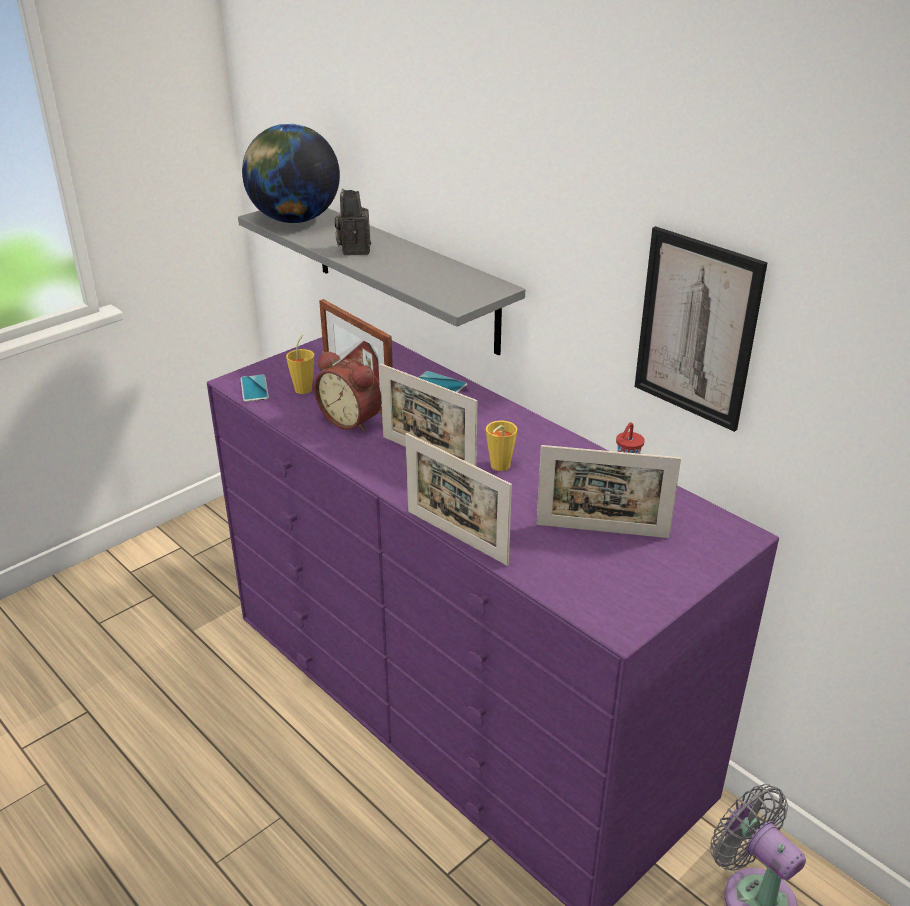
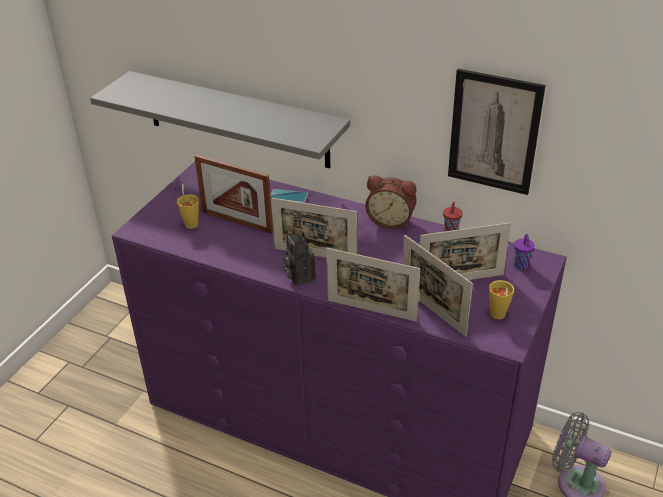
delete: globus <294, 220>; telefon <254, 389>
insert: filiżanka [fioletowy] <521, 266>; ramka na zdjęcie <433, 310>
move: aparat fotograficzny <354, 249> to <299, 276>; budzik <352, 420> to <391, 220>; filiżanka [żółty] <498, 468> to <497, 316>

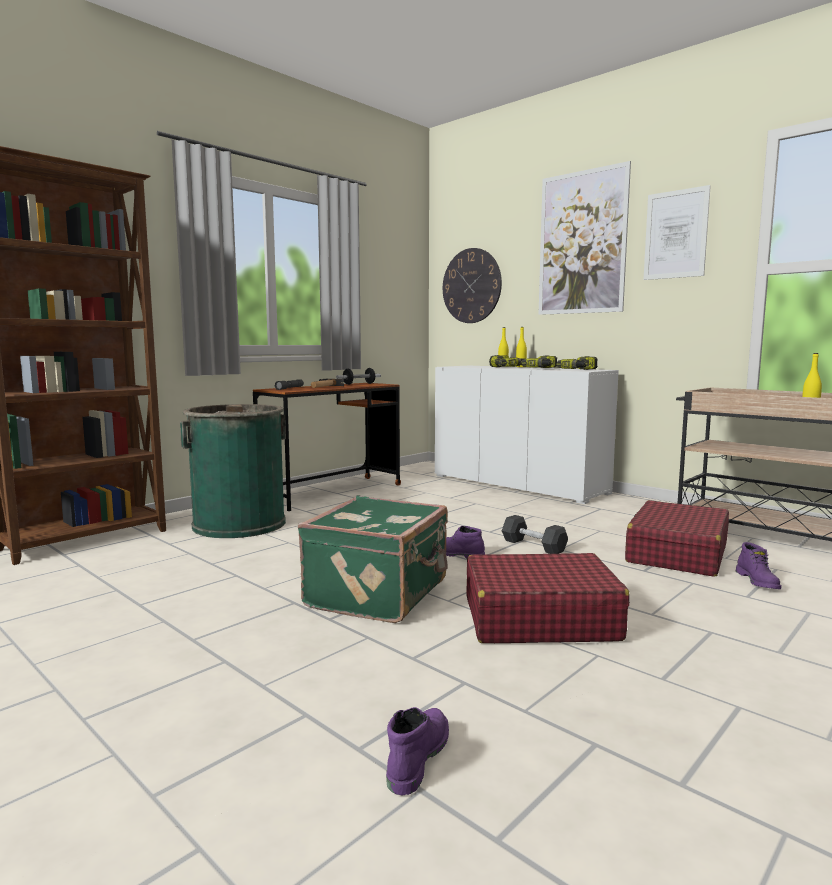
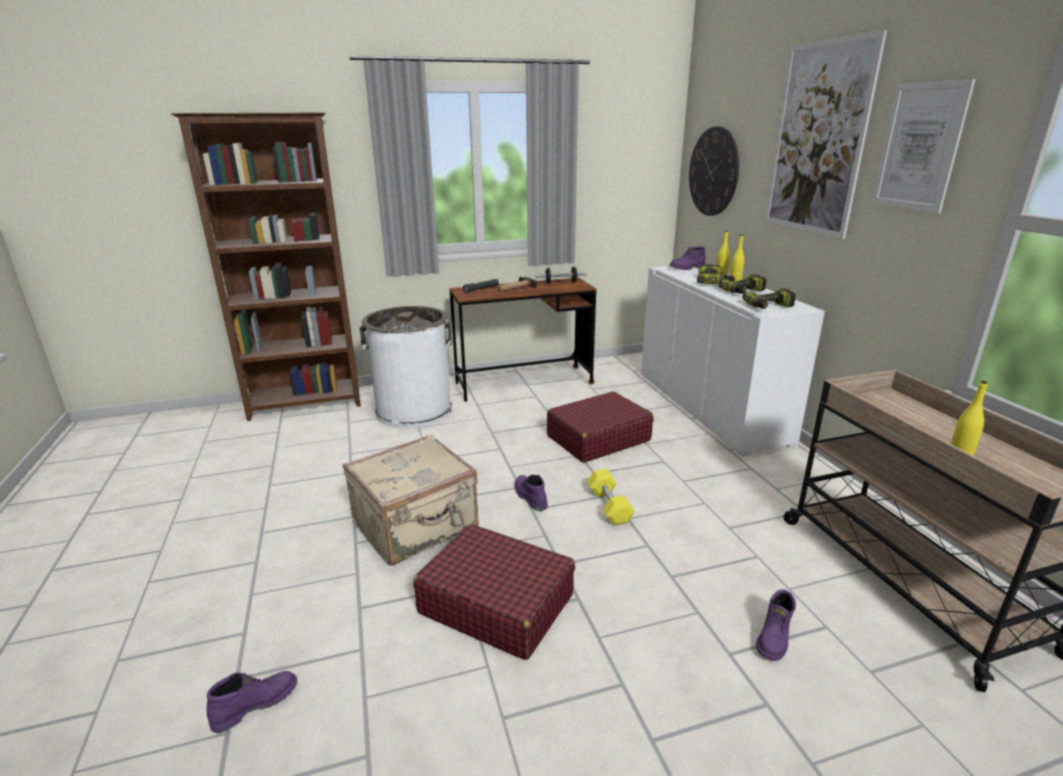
insert: but z cholewką [fioletowy] <687, 268>
move: walizka [czerwony] <676, 554> to <598, 438>
recolor: kosz na śmieci [zielony] <239, 524> to kosz na śmieci [biały] <413, 410>; walizka [zielony] <380, 594> to walizka [beżowy] <417, 527>; hantel [szary] <533, 546> to hantel [żółty] <609, 506>

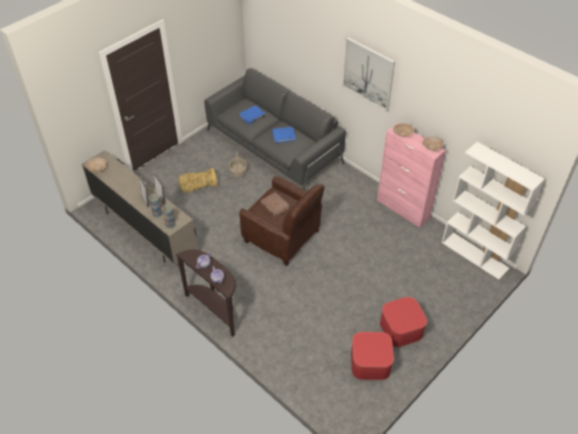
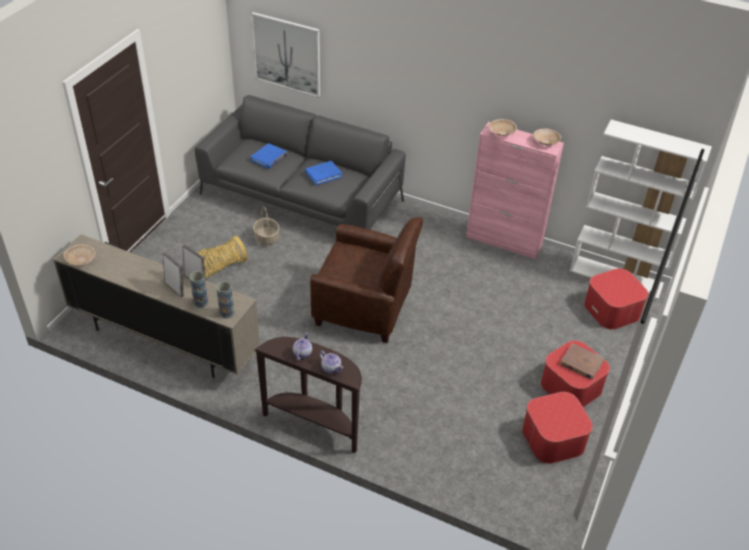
insert: pufa <612, 310>
move: obraz <368, 74> to <287, 54>; książka [brązowy] <274, 205> to <581, 363>

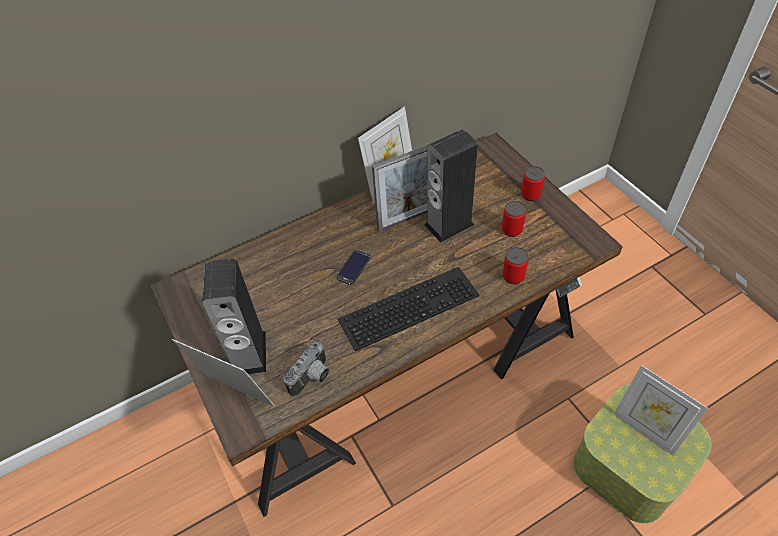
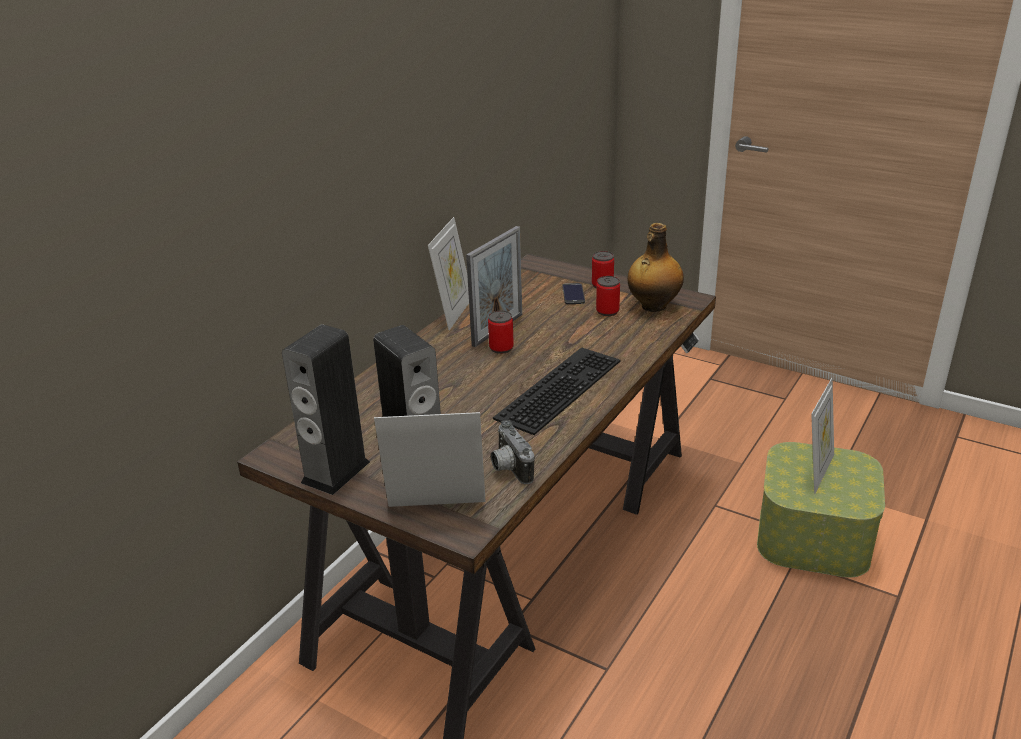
insert: butelka <653, 306>
move: głośnik <449, 225> to <336, 472>; puszka <513, 276> to <501, 348>; telefon <353, 267> to <573, 294>
rotate: aparat fotograficzny <313, 379> = <508, 468> 150 degrees clockwise; ramka na zdjęcie <646, 429> = <817, 471> 75 degrees counterclockwise

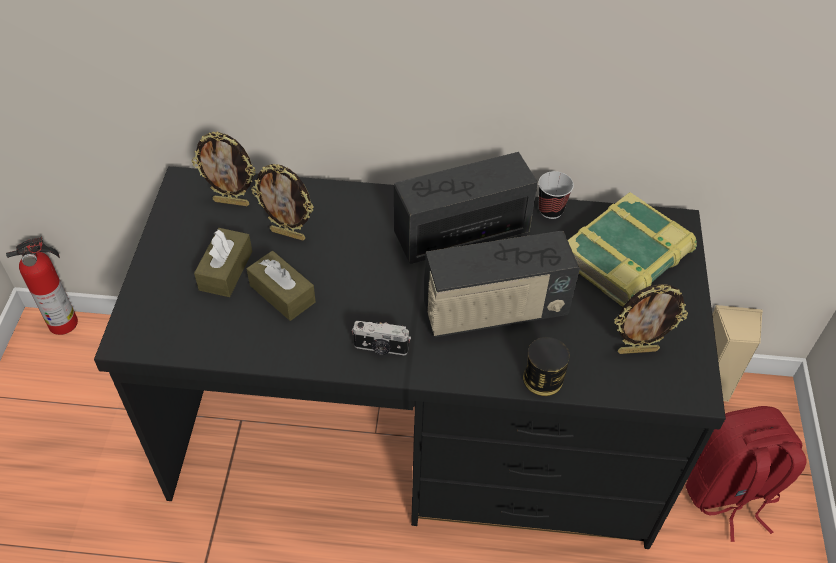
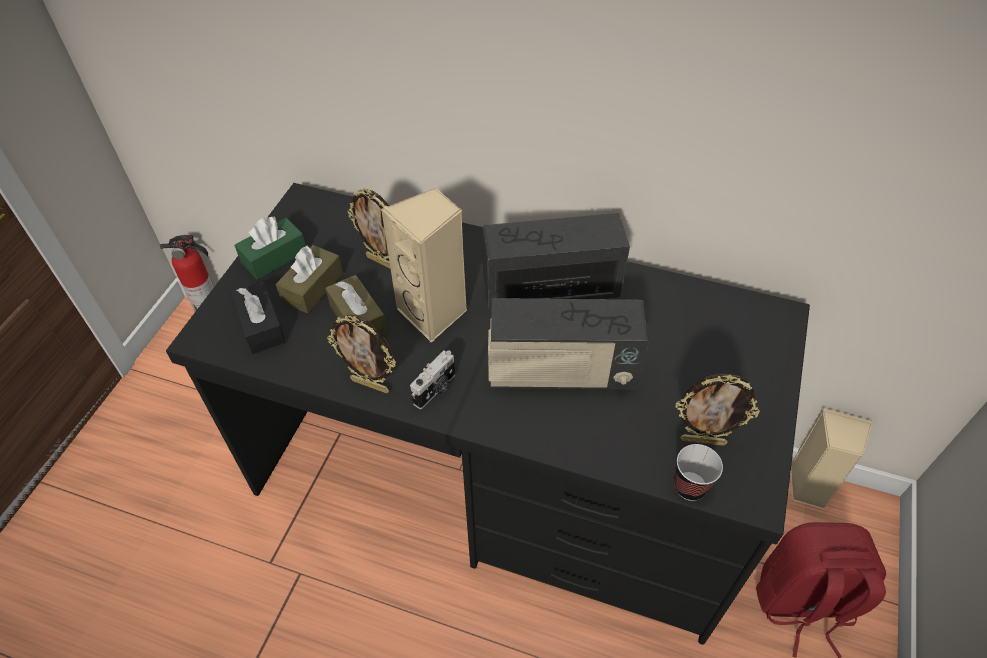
delete: książka <627, 257>; puszka <543, 379>
insert: głośnik [beżowy] <434, 313>; pudełko chusteczek [zielony] <274, 257>; pudełko chusteczek [czarny] <261, 326>
move: ramka na zdjęcie <232, 202> to <371, 385>; filiżanka <550, 210> to <690, 487>
rotate: aparat fotograficzny <381, 348> = <436, 389> 75 degrees counterclockwise

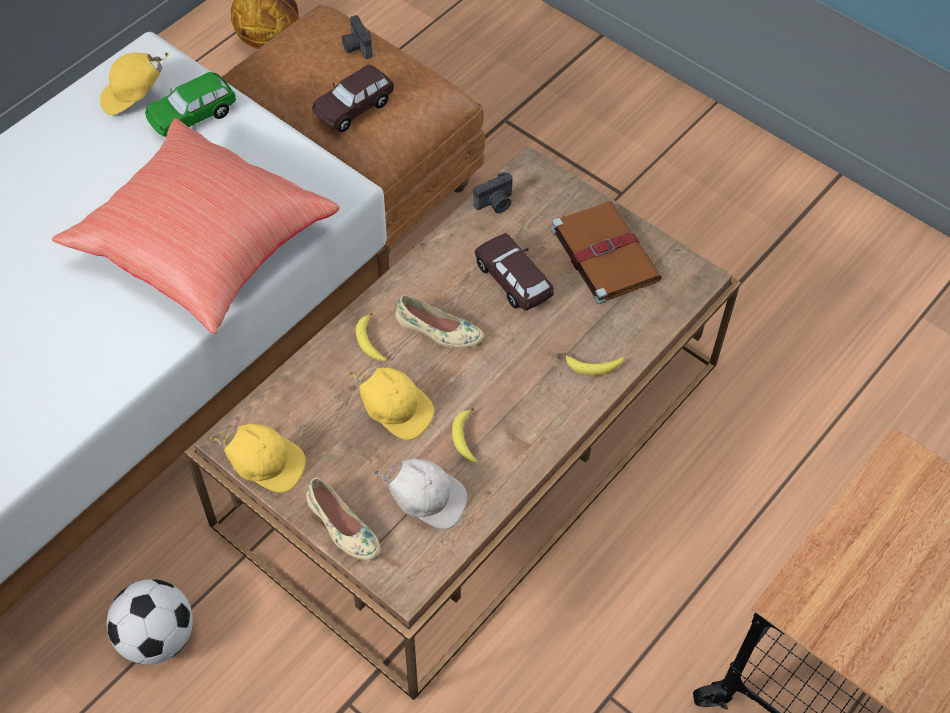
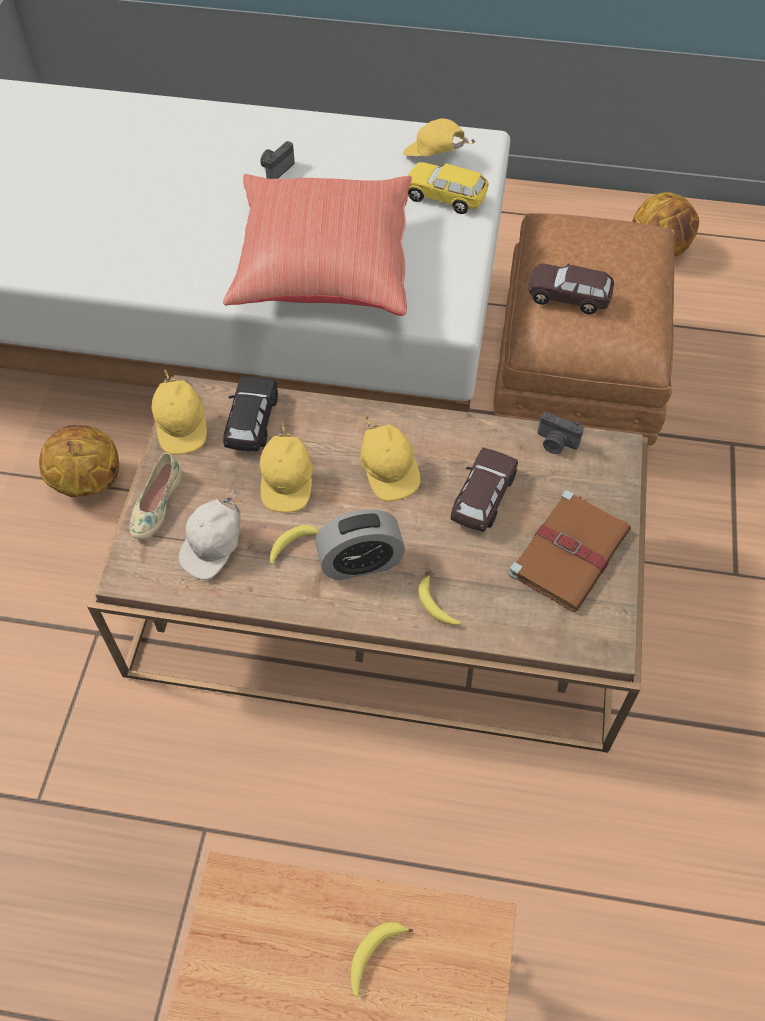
insert: samochodzik [czarny] <252, 422>; budzik <360, 562>
move: aparat fotograficzny <356, 47> to <276, 169>; banan <370, 342> to <374, 955>
replace: but [beżowy] <438, 330> to czapka z daszkiem [żółty] <389, 471>; piłka futbolowa <157, 637> to piłka do koszykówki <87, 483>
recolor: samochodzik [zielony] <193, 116> to samochodzik [żółty] <445, 197>
rotate: czapka z daszkiem [biały] <426, 500> = <215, 548> 45 degrees clockwise

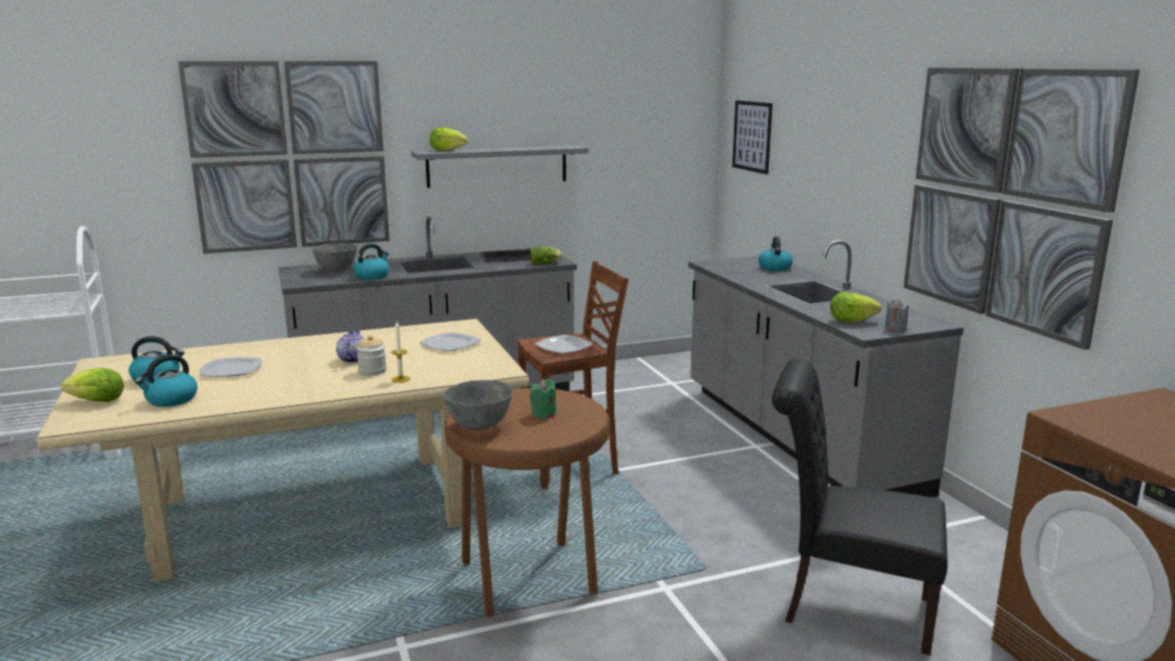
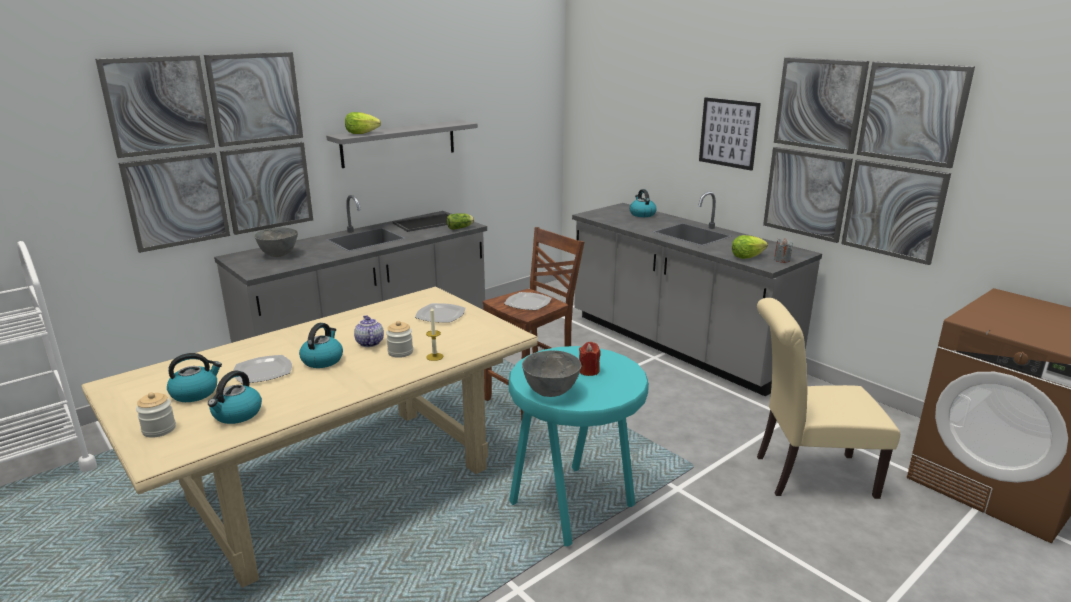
move: obraz <752, 136> to <728, 133>; czajnik <372, 276> to <322, 360>
replace: sałata <97, 401> to słoik <159, 429>
recolor: krzesło [czarny] <847, 608> to krzesło [beżowy] <807, 475>; świeca [zielony] <543, 414> to świeca [czerwony] <589, 371>; stołek [brązowy] <531, 579> to stołek [turkusowy] <574, 505>

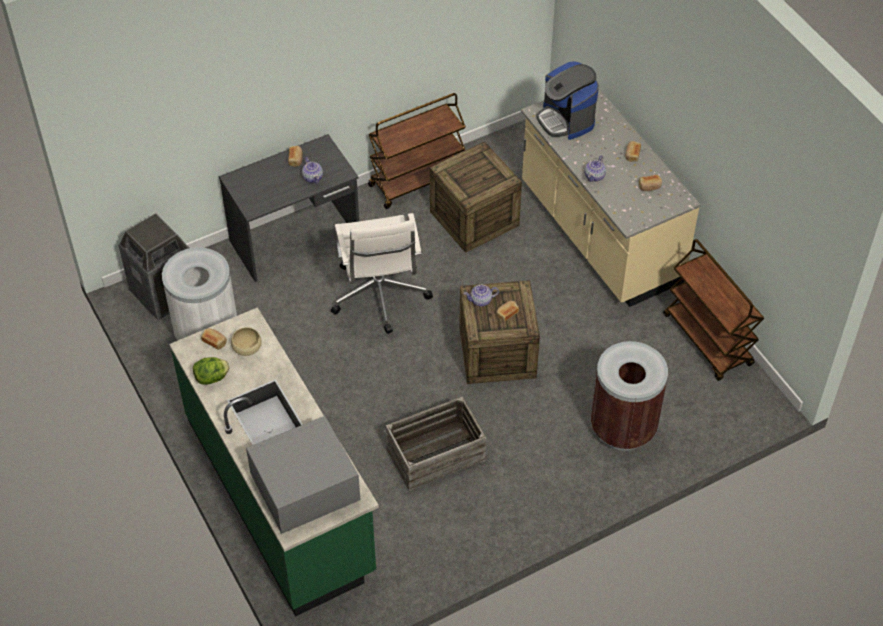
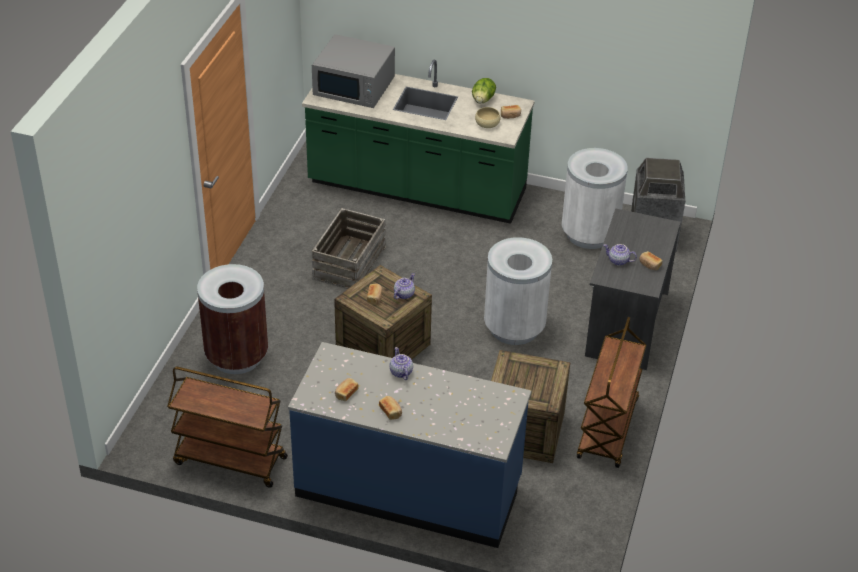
delete: ekspres do kawy <566, 120>
replace: krzesło biurowe [biały] <379, 296> to kosz na śmieci [biały] <514, 327>
recolor: zabudowa kuchenna [beżowy] <599, 235> to zabudowa kuchenna [niebieski] <409, 488>
rotate: mikrofalówka [szary] <304, 488> = <354, 87> 90 degrees clockwise

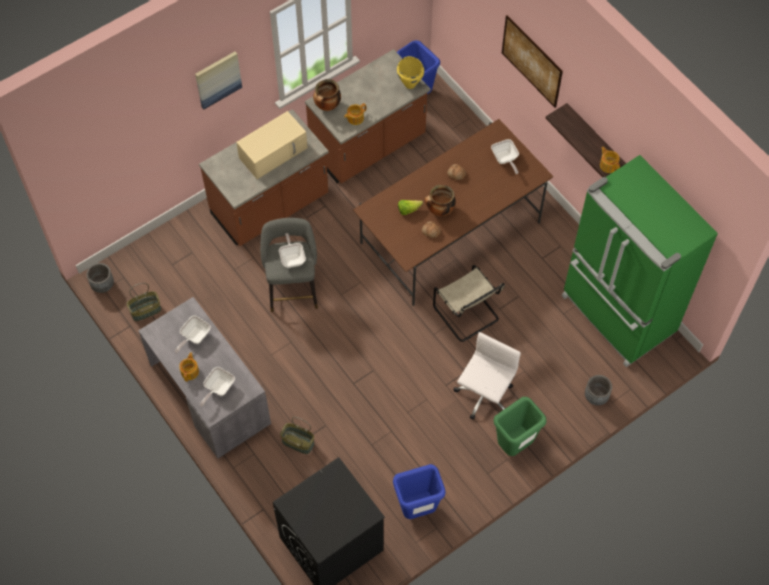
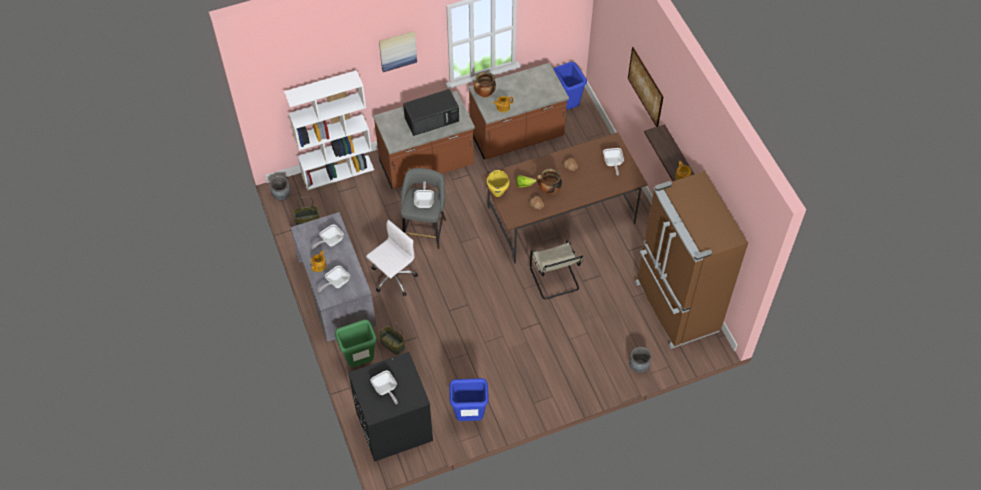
insert: regał [biały] <338, 172>; patelnia <385, 389>
move: garnek [żółty] <410, 84> to <498, 193>; krzesło biurowe [biały] <483, 397> to <393, 278>; kosz na śmieci [zielony] <514, 445> to <360, 361>
recolor: mikrofalówka [beżowy] <274, 152> to mikrofalówka [czarny] <432, 119>; lodówka [zielony] <616, 315> to lodówka [brązowy] <675, 308>

